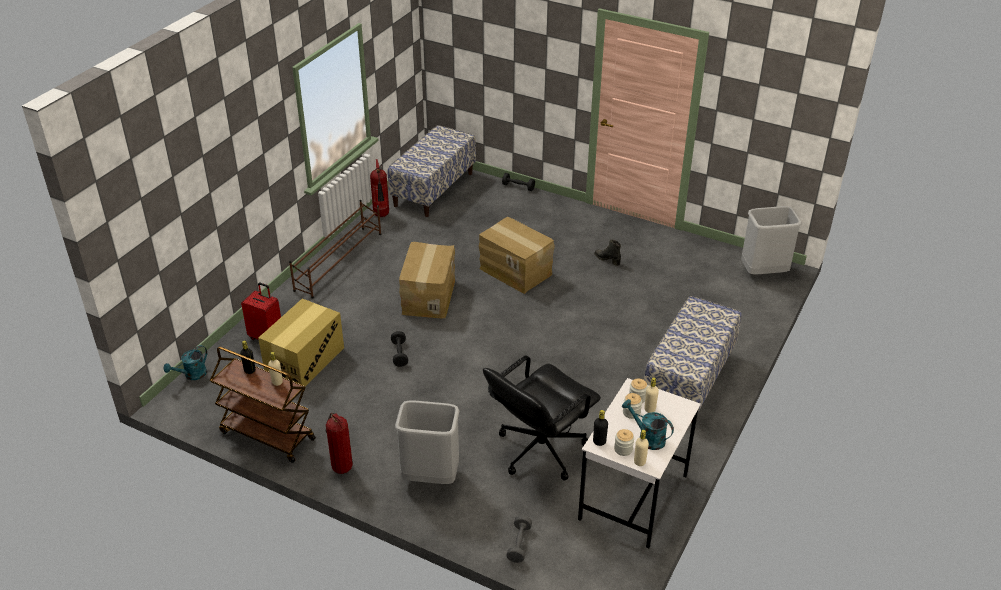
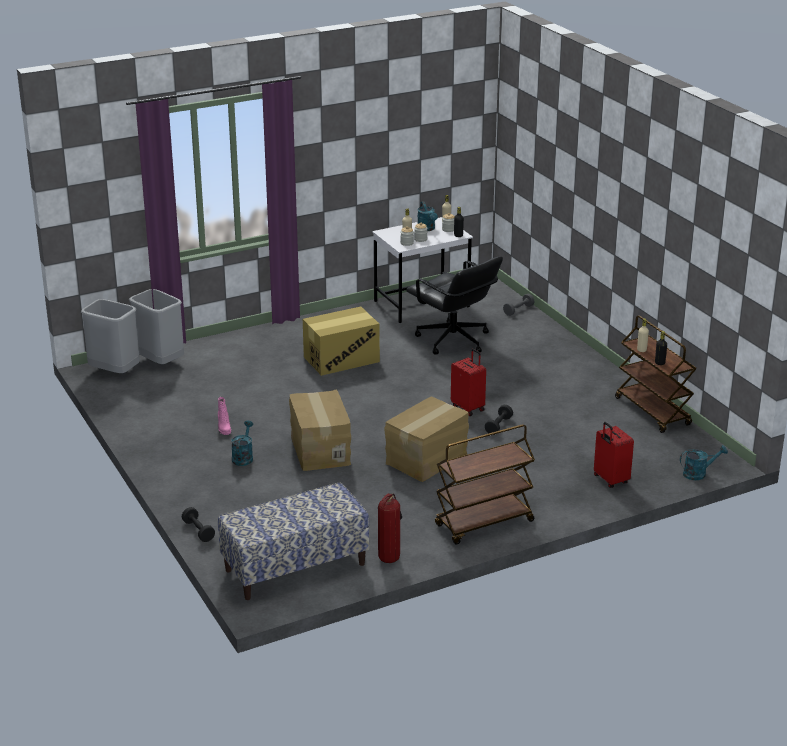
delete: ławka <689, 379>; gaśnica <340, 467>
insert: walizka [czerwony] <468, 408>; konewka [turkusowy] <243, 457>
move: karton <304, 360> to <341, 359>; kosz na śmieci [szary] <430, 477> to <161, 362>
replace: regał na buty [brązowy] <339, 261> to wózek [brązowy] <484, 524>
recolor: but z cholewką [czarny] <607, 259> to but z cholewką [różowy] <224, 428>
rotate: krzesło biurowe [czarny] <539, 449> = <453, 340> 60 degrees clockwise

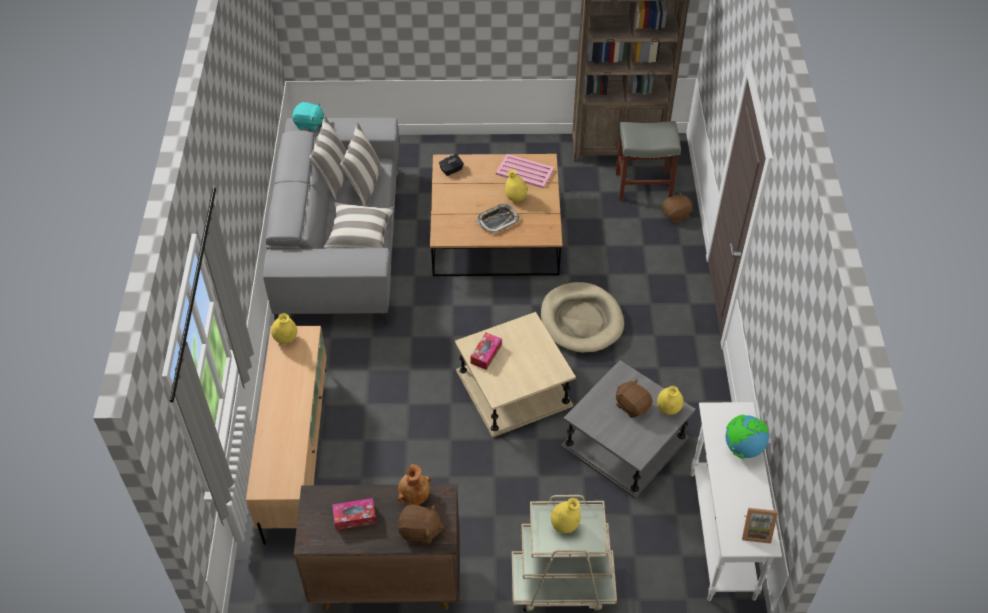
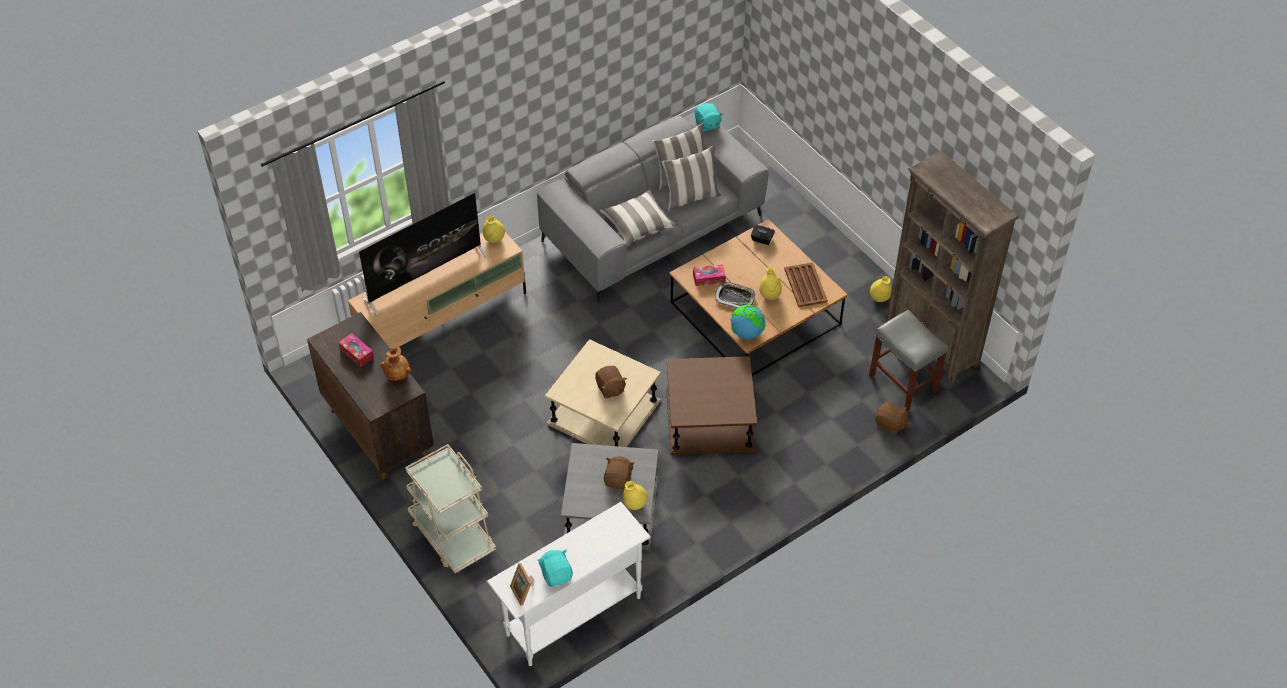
insert: telewizor <425, 277>; pluszak [turkusowy] <556, 574>
move: pudełko chusteczek <486, 354> to <709, 278>; globus <742, 448> to <747, 333>; wazon [żółty] <564, 525> to <879, 298>; pluszak [brązowy] <420, 531> to <610, 388>
replace: legowisko [beżowy] <581, 320> to stolik [brązowy] <709, 419>
recolor: taca [różowy] <525, 172> to taca [brązowy] <805, 286>

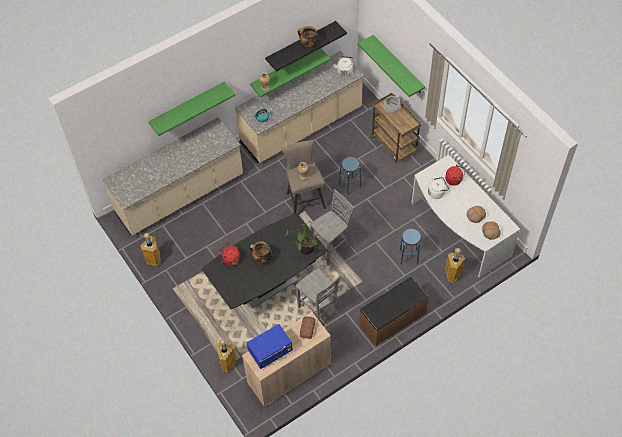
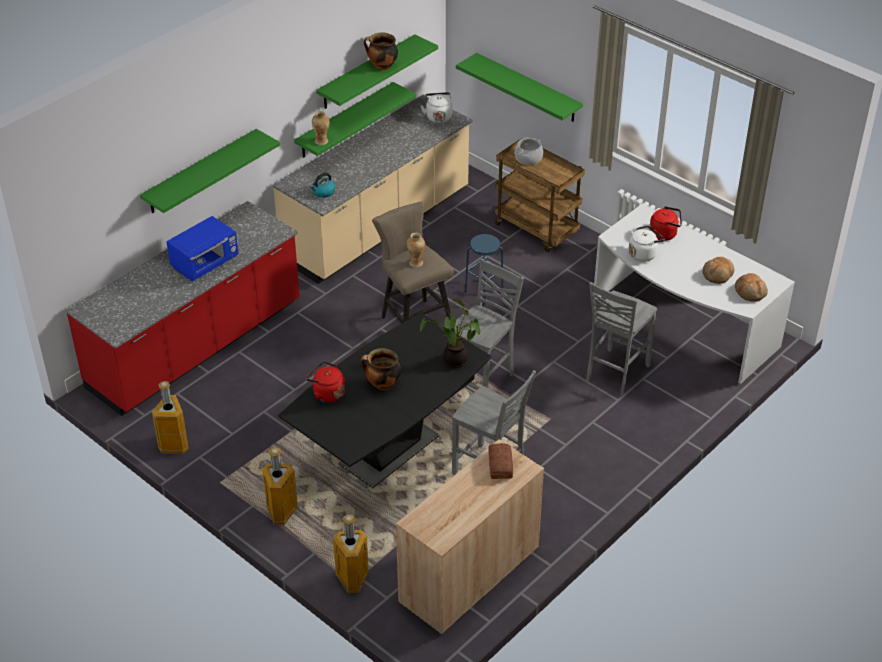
delete: ławka [brązowy] <393, 319>
move: kosz na śmieci <452, 275> to <281, 513>; mikrofalówka [niebieski] <271, 352> to <206, 263>
replace: stołek [niebieski] <408, 257> to krzesło [szary] <615, 373>
recolor: półka [czarny] <301, 44> to półka [zielony] <367, 72>; zabudowa kuchenna [beżowy] <180, 195> to zabudowa kuchenna [czerwony] <196, 346>

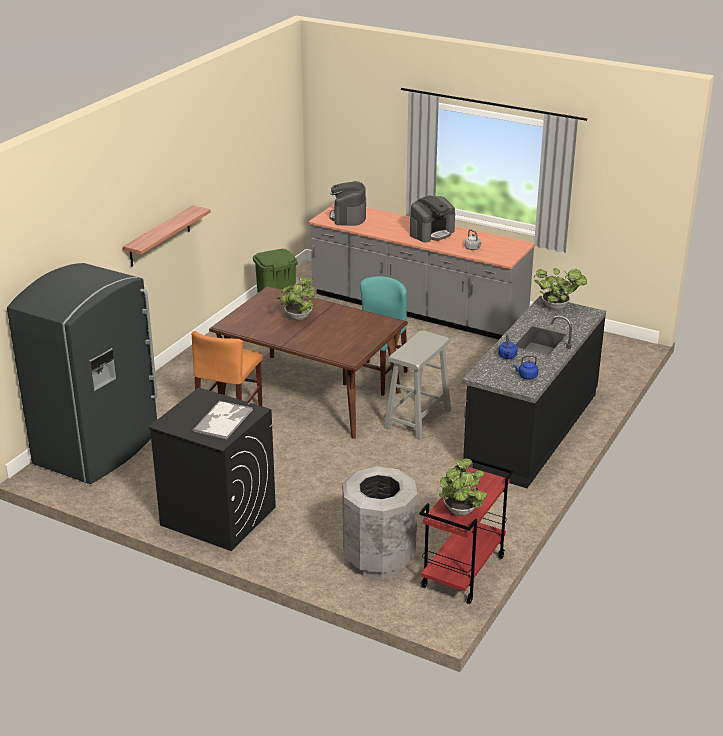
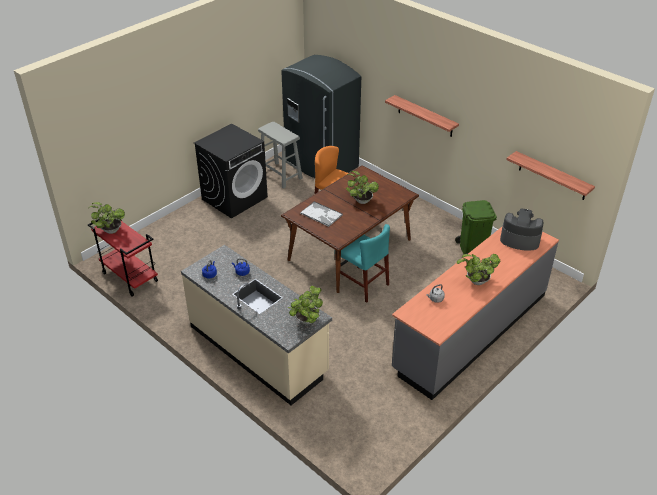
delete: kosz na śmieci [szary] <378, 558>
insert: półka <552, 176>
move: stołek [szary] <417, 419> to <280, 175>; taca <223, 420> to <321, 214>
replace: ekspres do kawy <431, 233> to roślina doniczkowa <475, 281>
recolor: zabudowa kuchenna [czarny] <530, 429> to zabudowa kuchenna [beżowy] <258, 349>

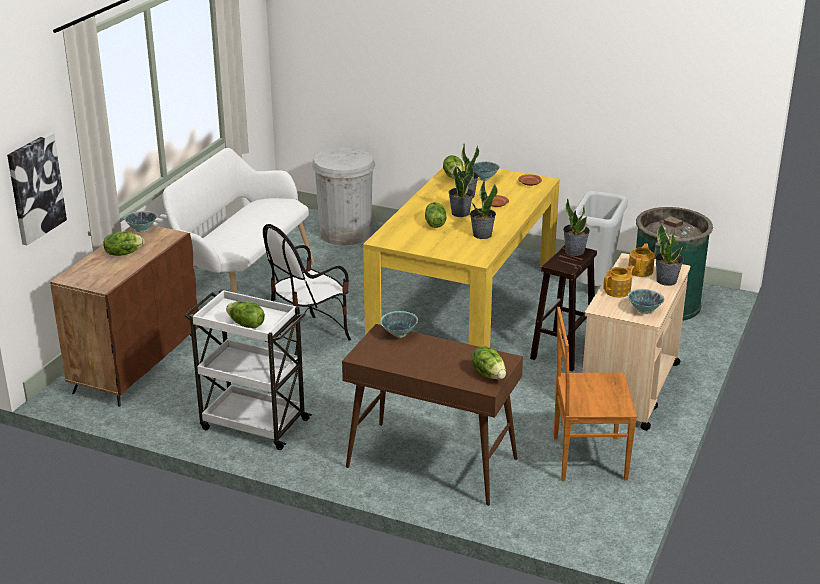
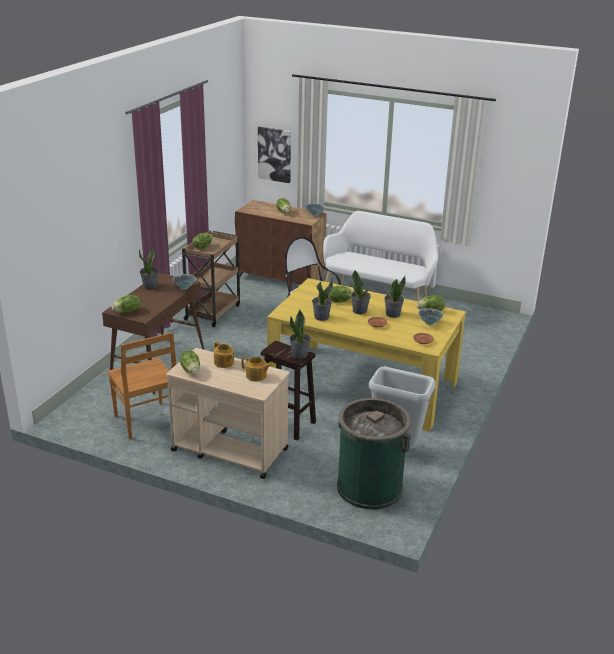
delete: kosz na śmieci [biały] <345, 234>
move: roślina doniczkowa <666, 280> to <150, 286>
replace: miska <644, 310> to sałata <191, 370>
recolor: wózek [biały] <252, 424> to wózek [brązowy] <213, 312>
rotate: krzesło [brązowy] <586, 458> = <146, 421> 150 degrees clockwise

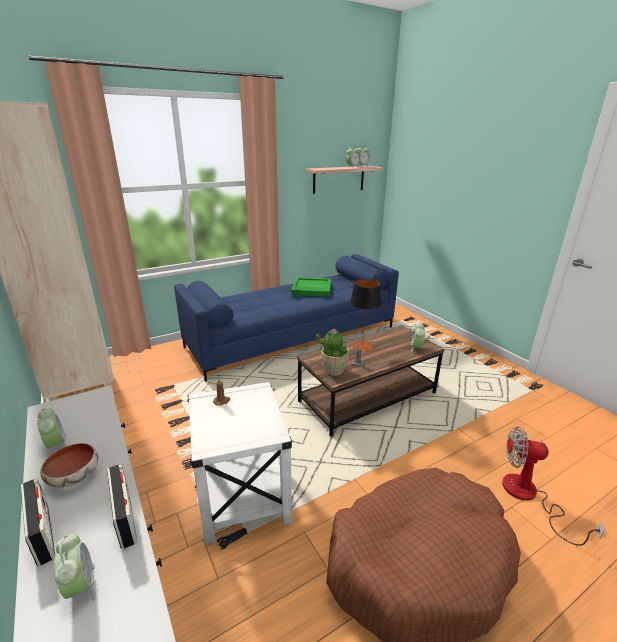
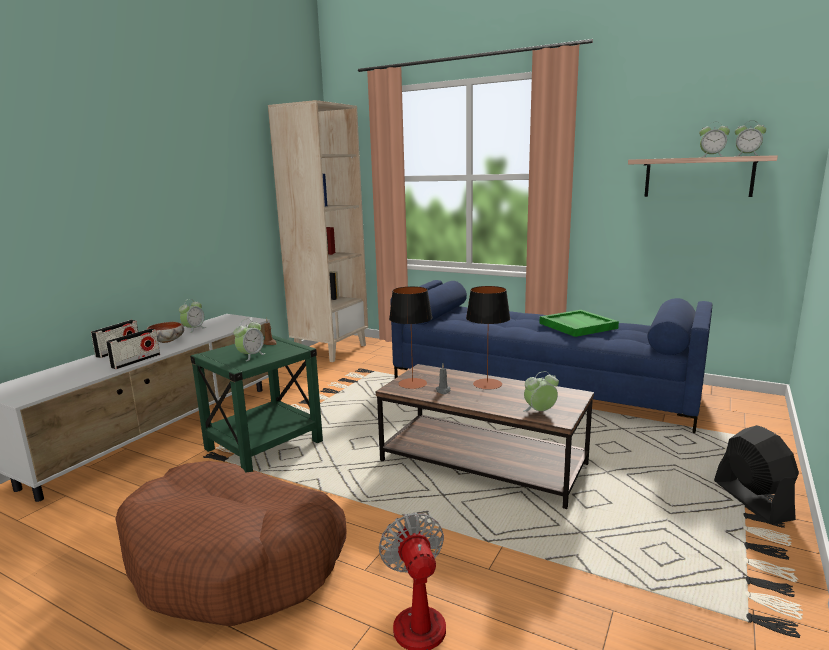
insert: wentylator [czarny] <751, 500>
move: budzik <81, 586> to <251, 356>
replace: roślina doniczkowa <333, 370> to lampa stołowa <412, 383>
recolor: stolik [biały] <242, 495> to stolik [zielony] <265, 445>

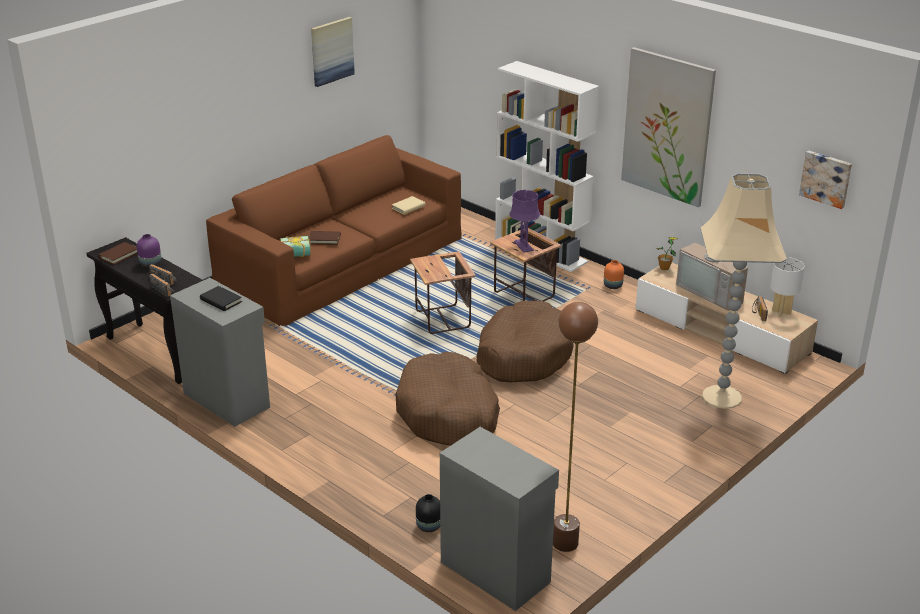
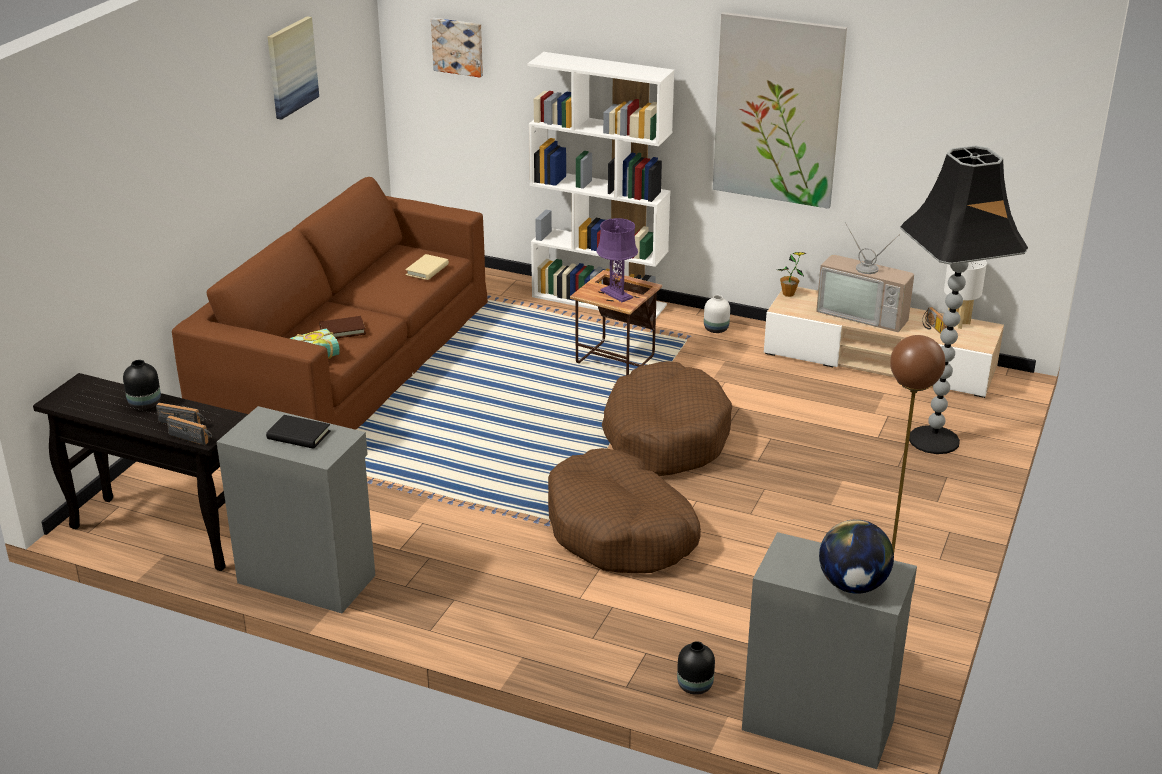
delete: książka [brązowy] <119, 255>; stolik <443, 320>
insert: globus <853, 585>
move: obraz <826, 178> to <458, 46>
recolor: lampa stojąca [beżowy] <722, 397> to lampa stojąca [czarny] <935, 440>; wazon [fioletowy] <150, 264> to wazon [czarny] <144, 404>; wazon [pomarańczowy] <613, 286> to wazon [biały] <716, 329>

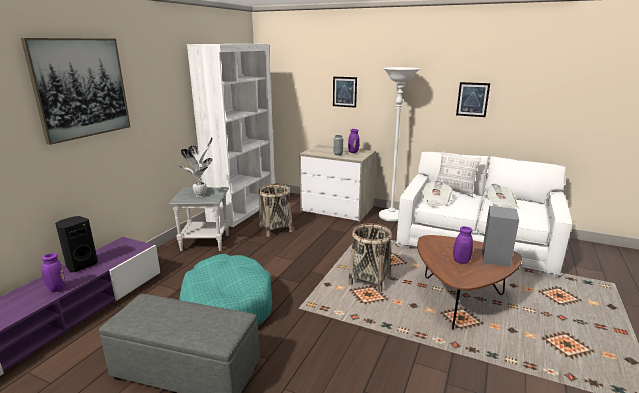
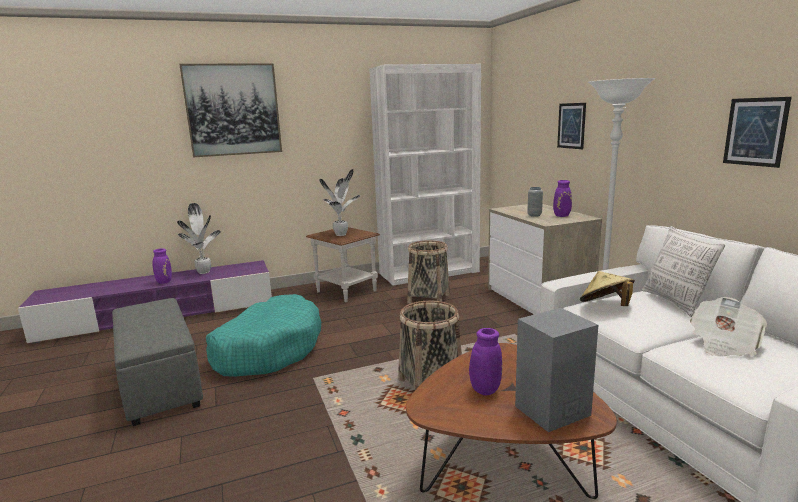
replace: gazeta <435, 201> to kapelusz [beżowy] <605, 306>; głośnik [czarny] <81, 265> to roślina doniczkowa <204, 272>
recolor: stolik [szary] <205, 242> to stolik [brązowy] <347, 291>

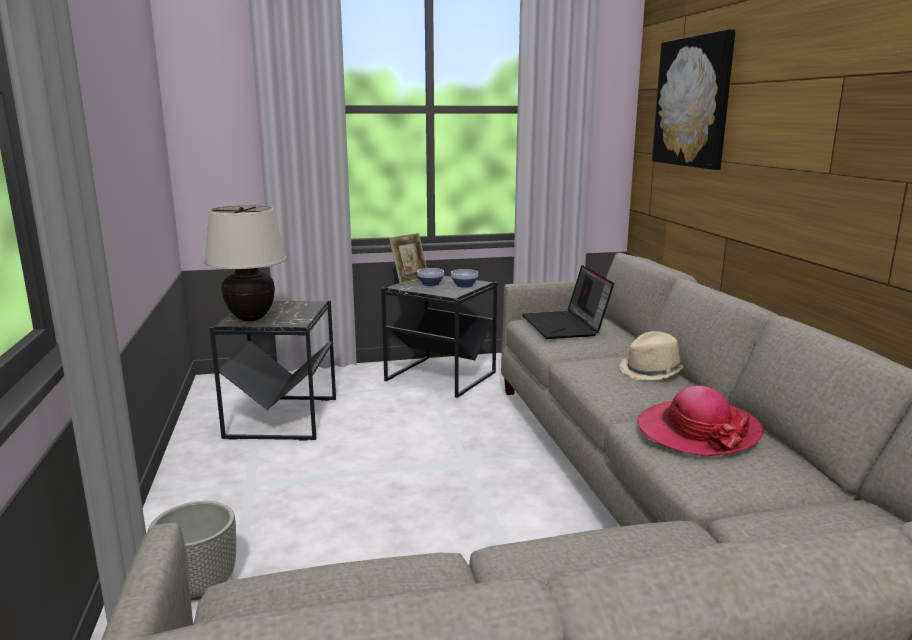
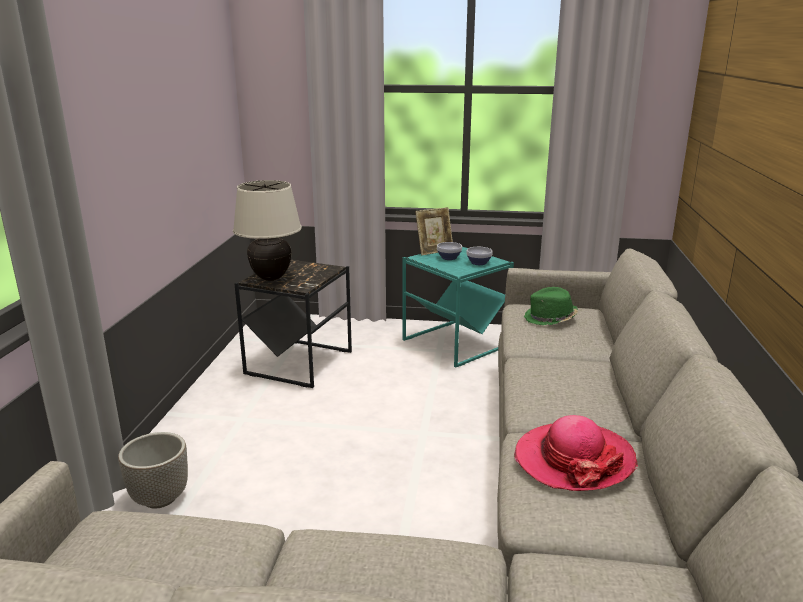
delete: obraz <693, 102>; kapelusz [beżowy] <652, 371>
replace: laptop <565, 326> to kapelusz [zielony] <550, 319>
recolor: stolik [czarny] <440, 377> to stolik [turkusowy] <454, 343>

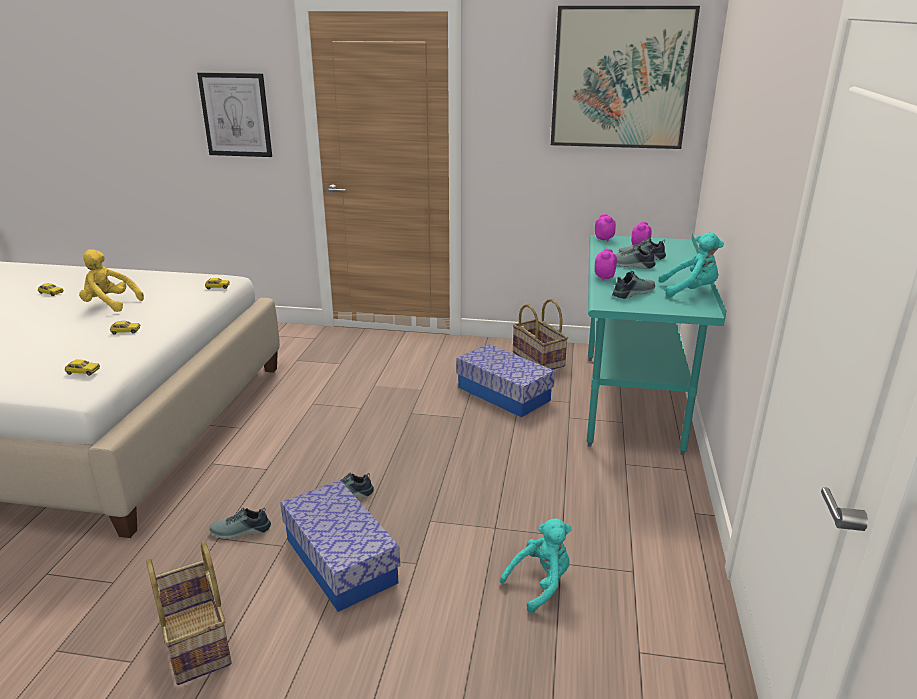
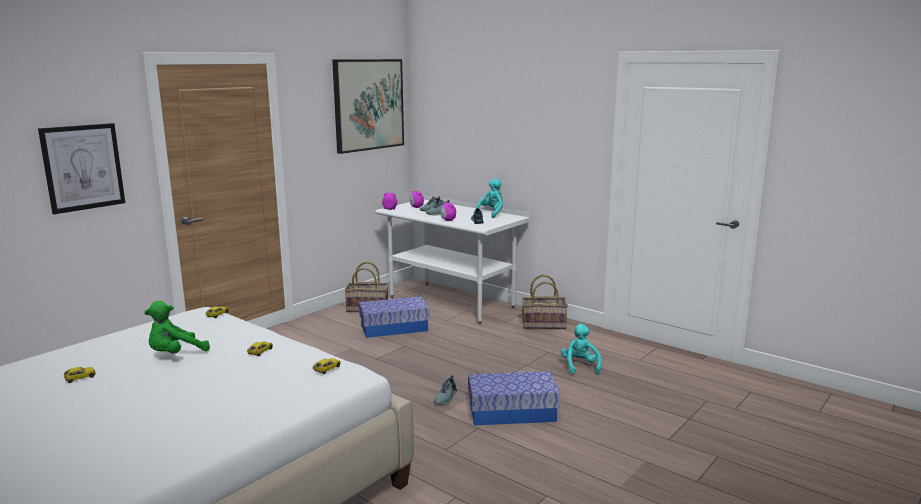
delete: but <240, 531>
move: koszyk <197, 640> to <544, 324>
recolor: biurko [turkusowy] <631, 402> to biurko [biały] <451, 302>; pluszak [żółty] <109, 304> to pluszak [zielony] <175, 354>

